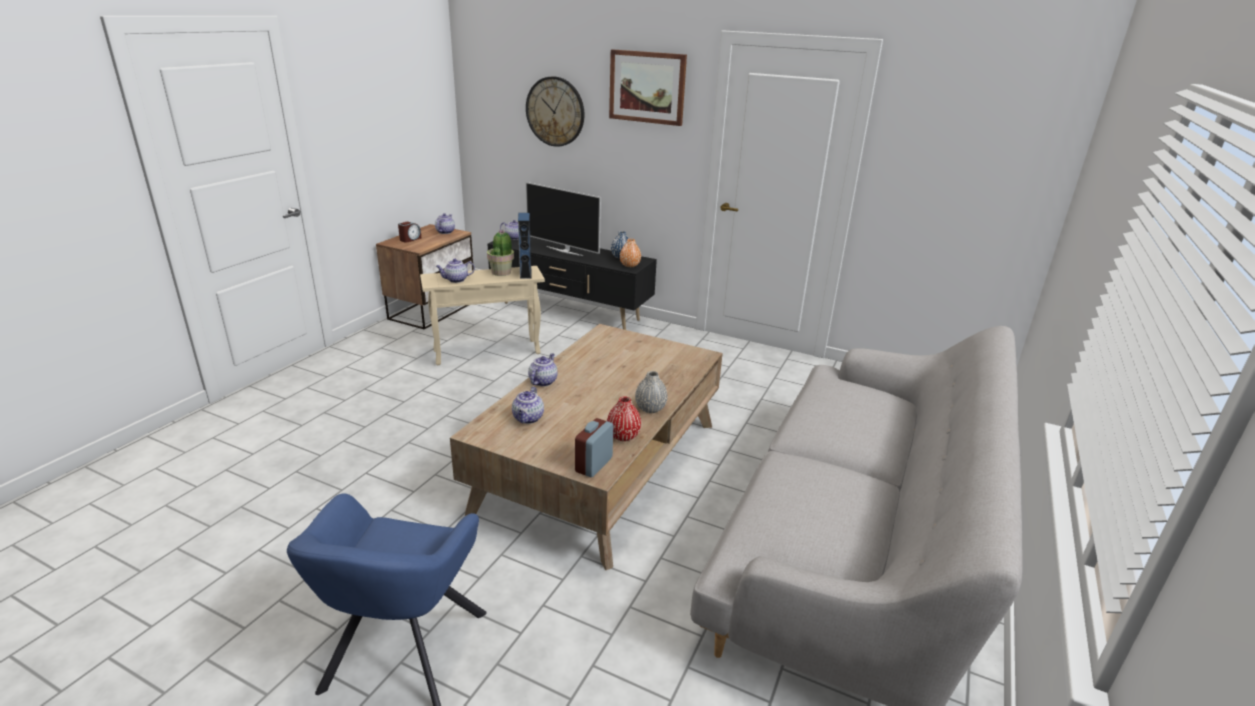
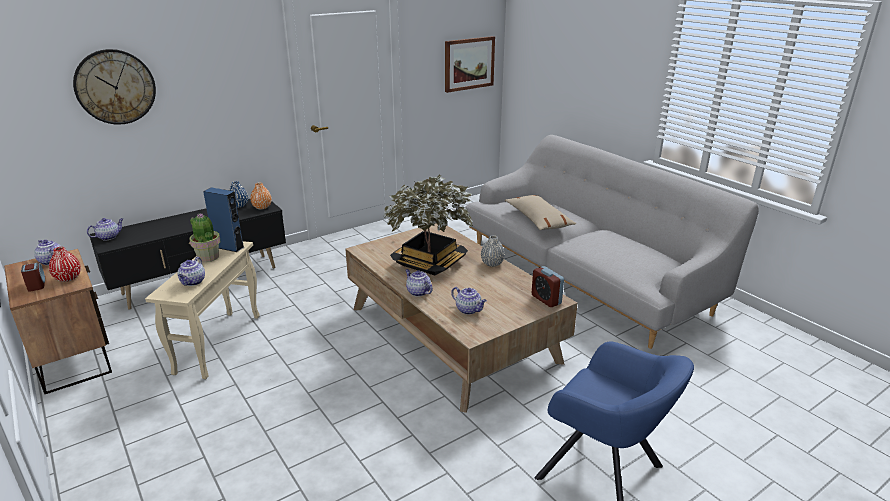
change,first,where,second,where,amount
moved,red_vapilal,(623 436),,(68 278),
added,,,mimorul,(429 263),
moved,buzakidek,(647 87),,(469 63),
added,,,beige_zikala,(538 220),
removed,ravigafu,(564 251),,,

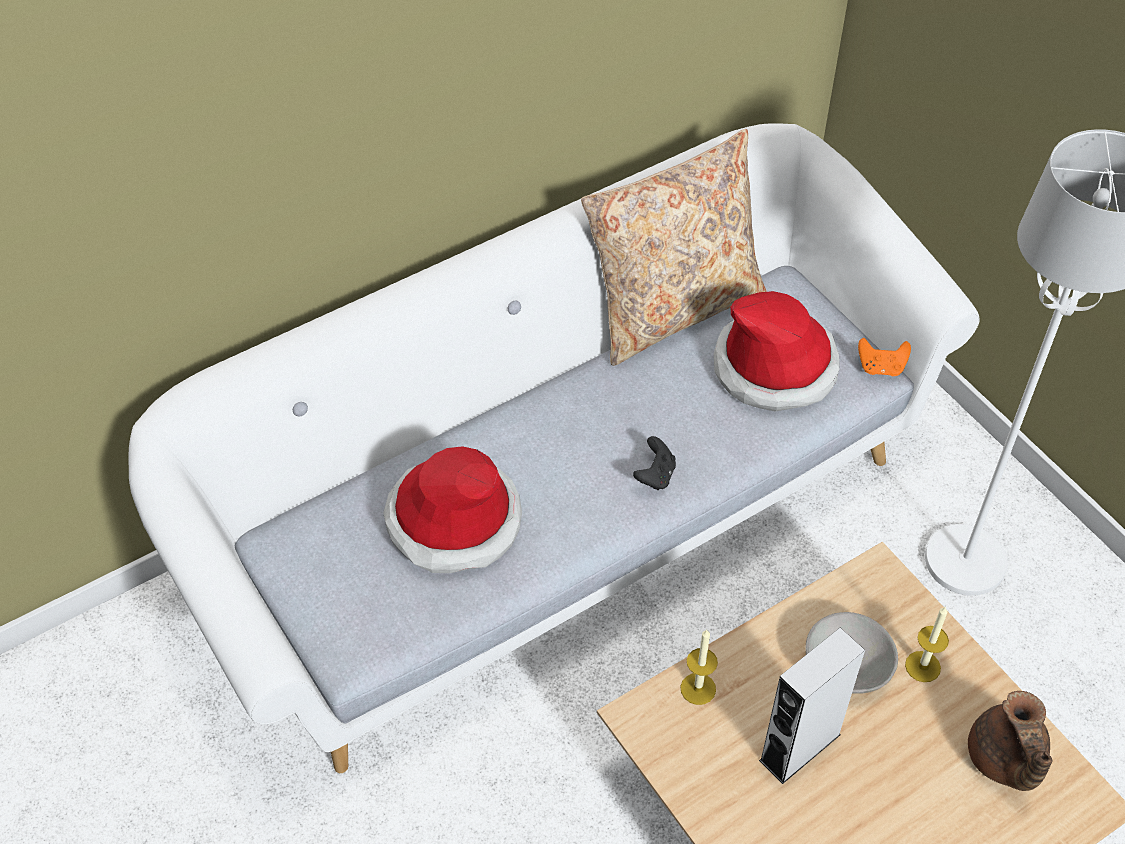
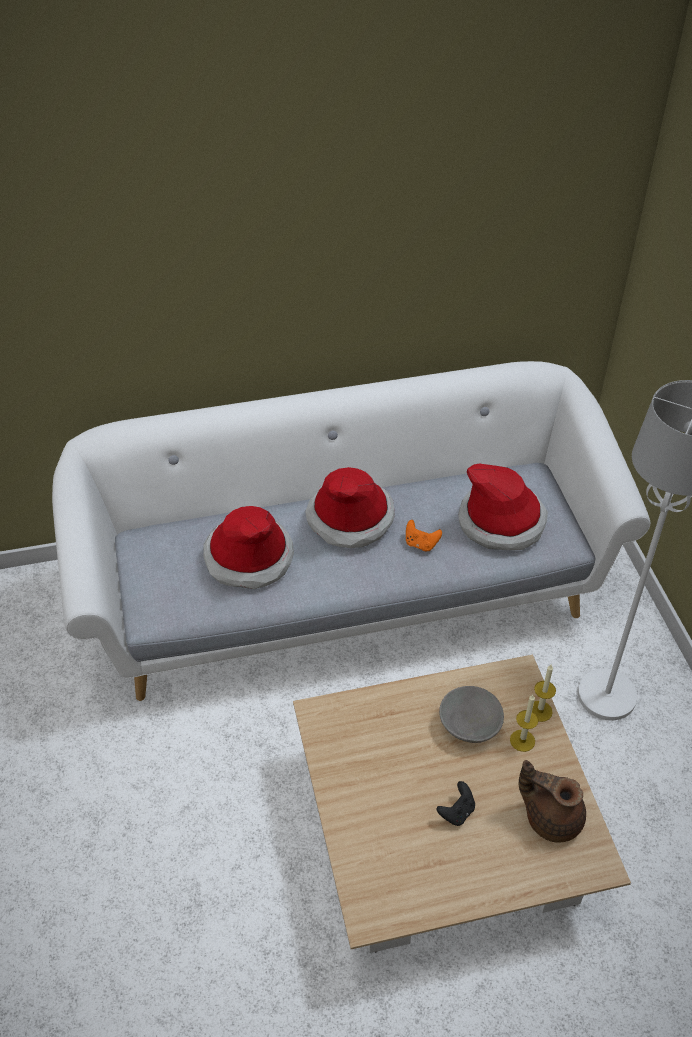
change,first,where,second,where,amount
added,,,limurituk,(350 518),
moved,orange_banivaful,(881 368),,(421 544),
moved,black_banivaful,(655 475),,(457 812),
turned,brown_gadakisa,(1004 760),,(551 817),105 degrees clockwise
moved,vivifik,(698 688),,(540 711),
removed,beige_zikala,(673 309),,,
removed,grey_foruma,(799 747),,,

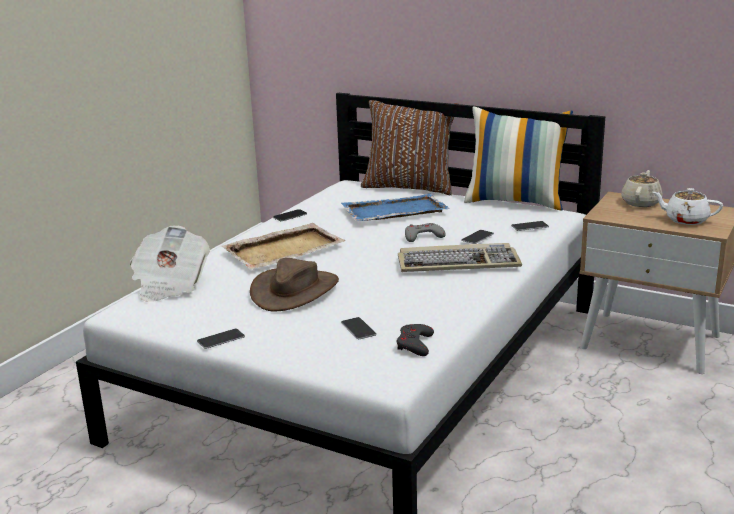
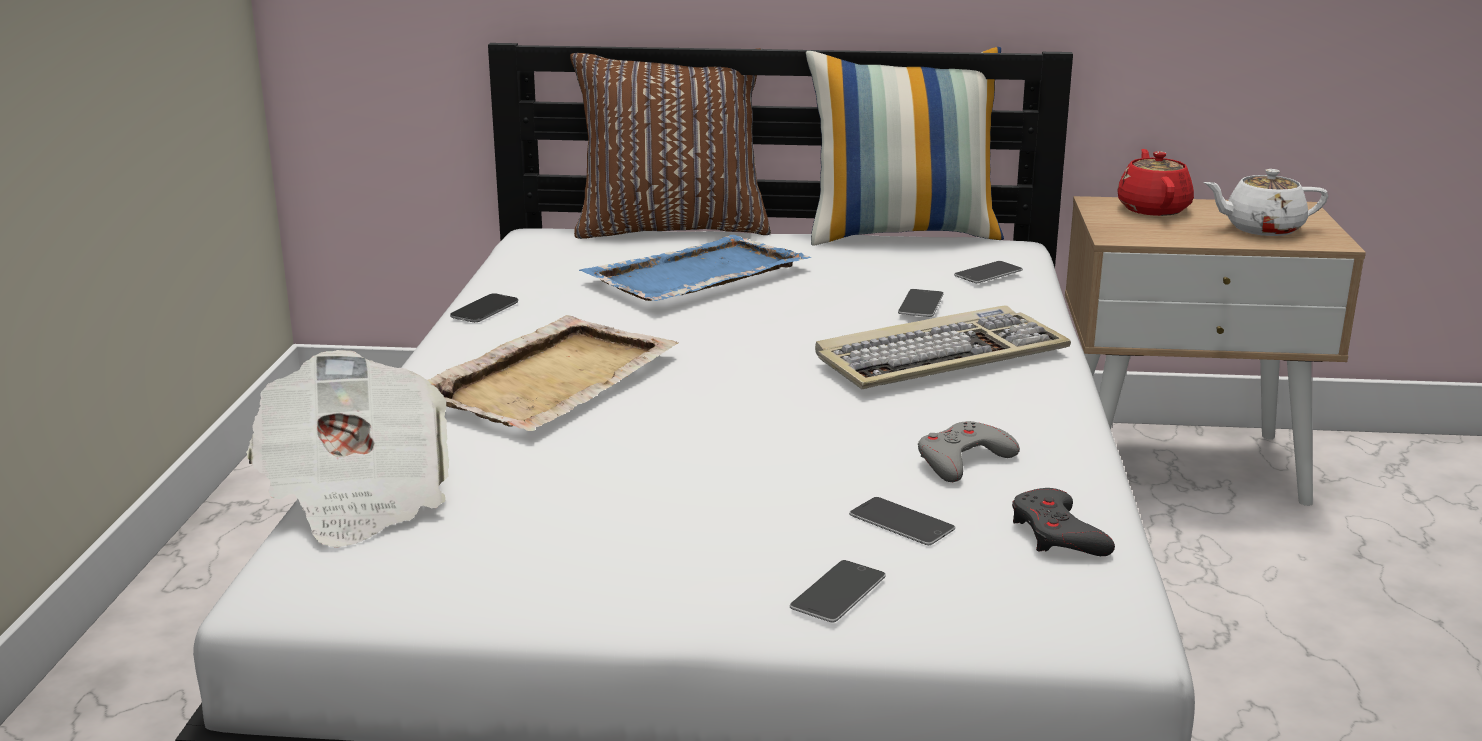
change,first,where,second,where,amount
moved,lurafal,(221 339),,(838 591),
moved,grey_banivaful,(423 236),,(962 460),
recoloured,beige_gadakisa,(641 202),red_gadakisa,(1153 208),
removed,brown_limurituk,(294 290),,,

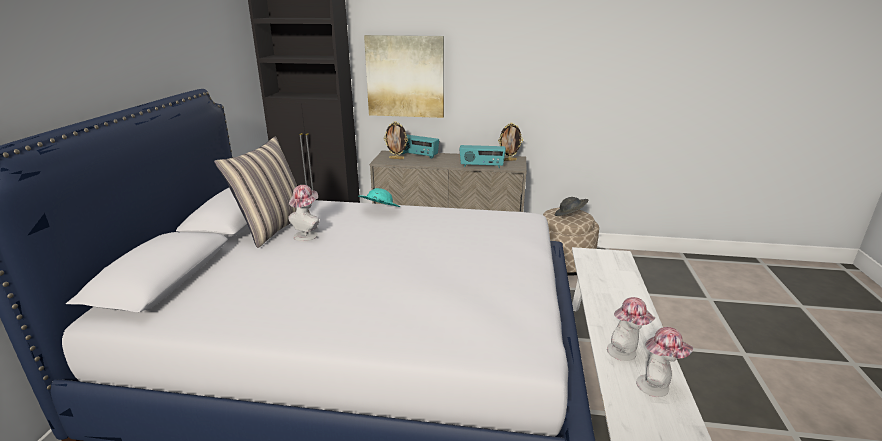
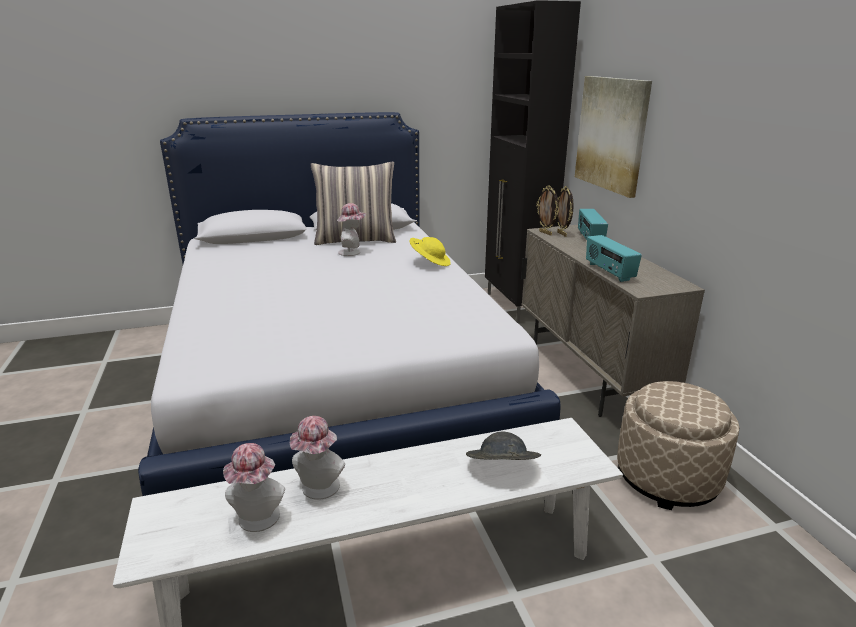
change,first,where,second,where,amount
recoloured,turquoise_limurituk,(379 211),yellow_limurituk,(430 262),
moved,grey_limurituk,(570 215),,(501 469),
moved,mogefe,(509 160),,(546 233),

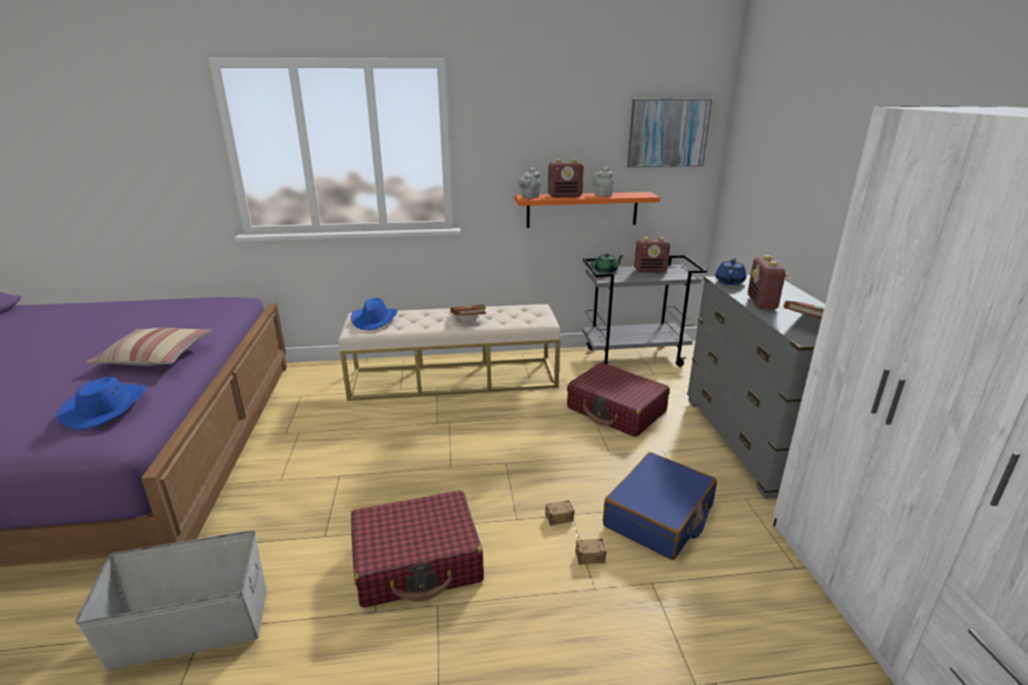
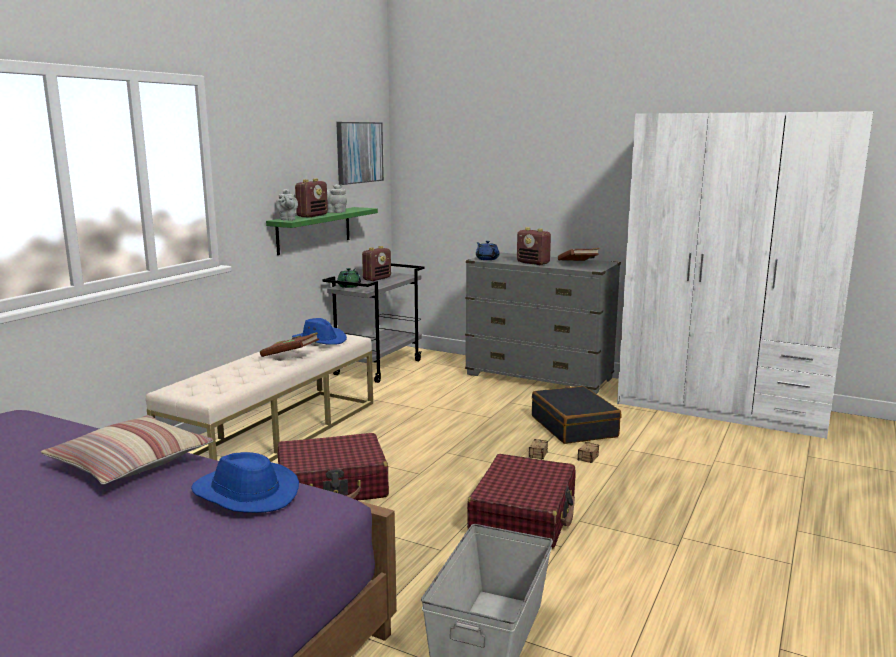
change,first,where,second,where,amount
recoloured,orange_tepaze,(582 209),green_tepaze,(314 230),
moved,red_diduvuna,(616 410),,(333 486),
moved,blue_limurituk,(374 320),,(320 340),
recoloured,blue_diduvuna,(659 516),black_diduvuna,(574 427),

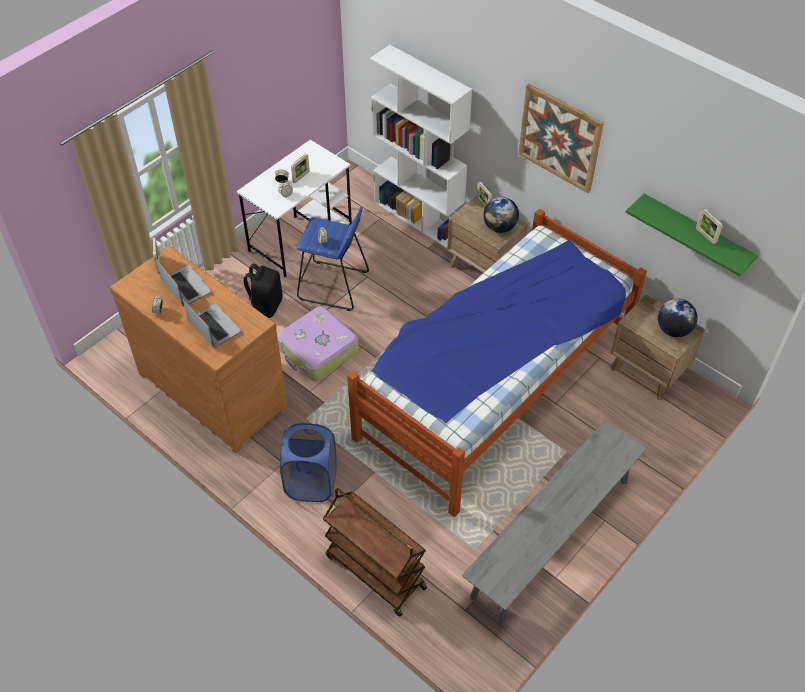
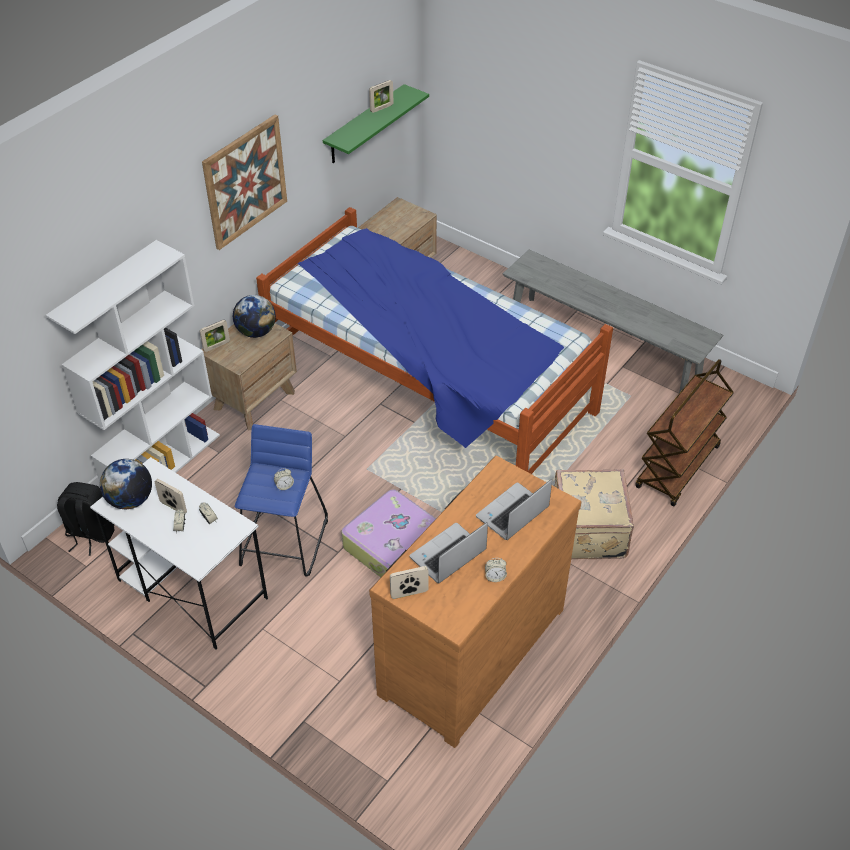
change,first,where,second,where,amount
moved,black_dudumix,(265 306),,(90 534),
moved,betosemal,(673 330),,(130 500),
replaced,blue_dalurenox,(311 483),beige_diduvuna,(587 531),

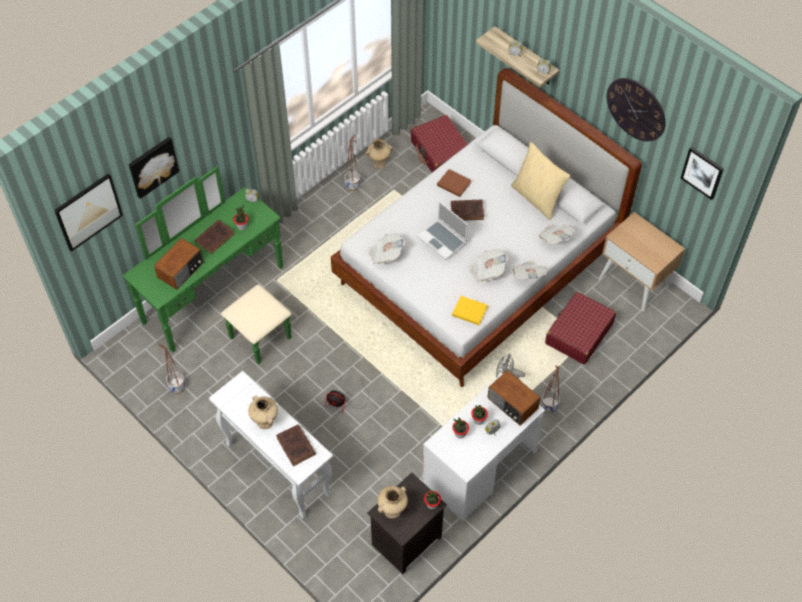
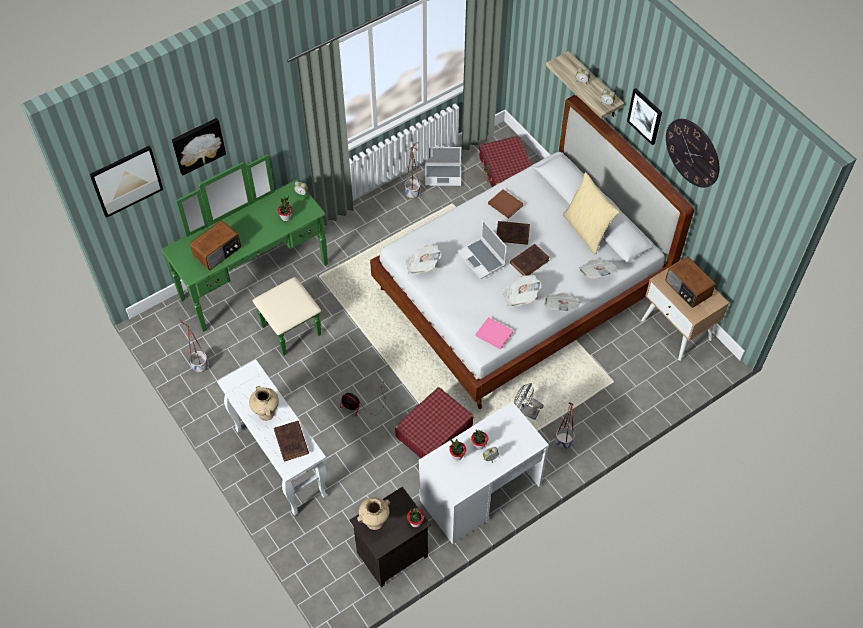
change,first,where,second,where,amount
moved,red_diduvuna,(578 333),,(433 431),
replaced,beige_vapilal,(379 163),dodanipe,(443 175),
recoloured,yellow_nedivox,(468 311),pink_nedivox,(493 333),
moved,brown_nedivox,(215 237),,(530 261),
moved,buzakidek,(702 172),,(645 116),
moved,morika,(512 404),,(687 289),

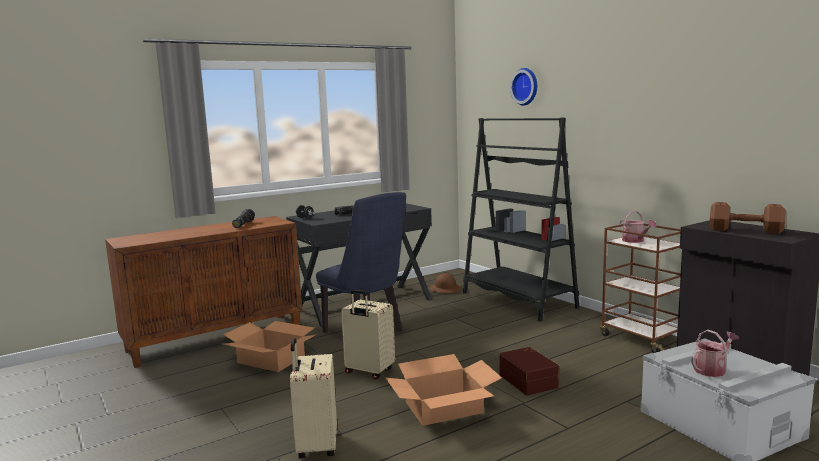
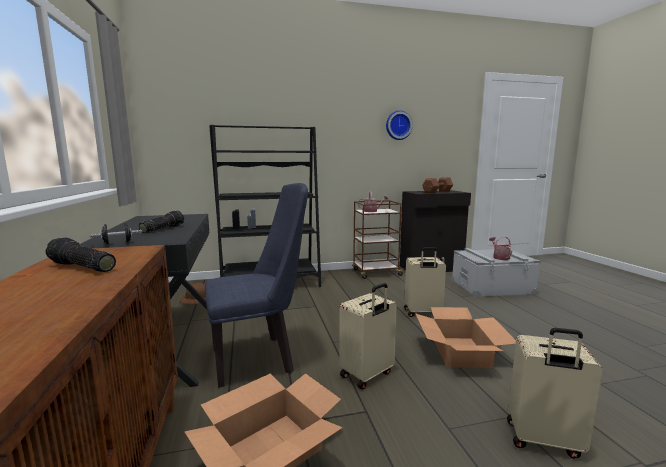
change,first,where,second,where,amount
moved,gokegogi,(526 86),,(398 125),
replaced,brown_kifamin,(529 380),beige_diduvuna,(422 313),

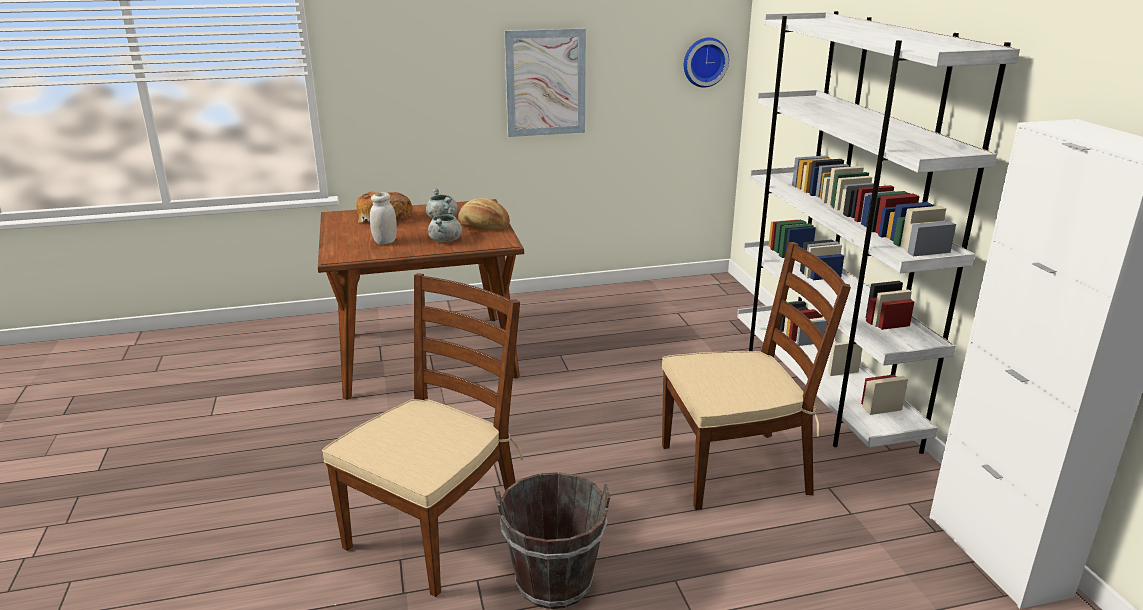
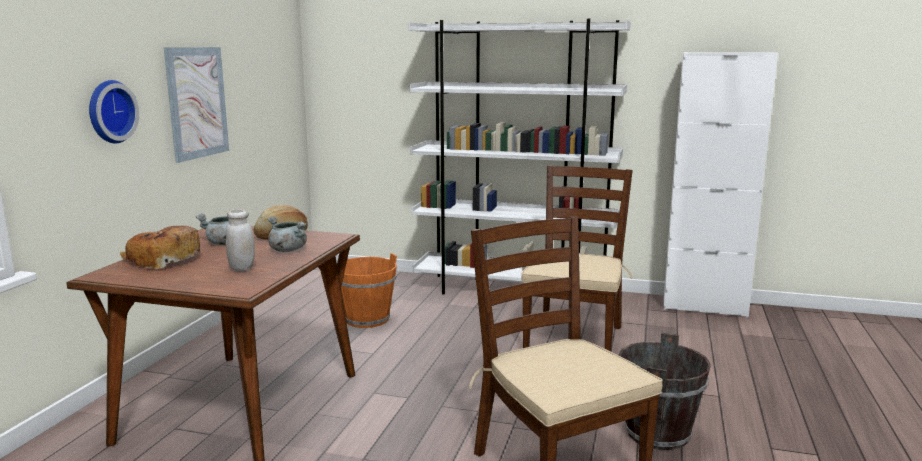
change,first,where,second,where,amount
moved,gokegogi,(704 62),,(109 111),
added,,,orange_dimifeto,(367 319),

